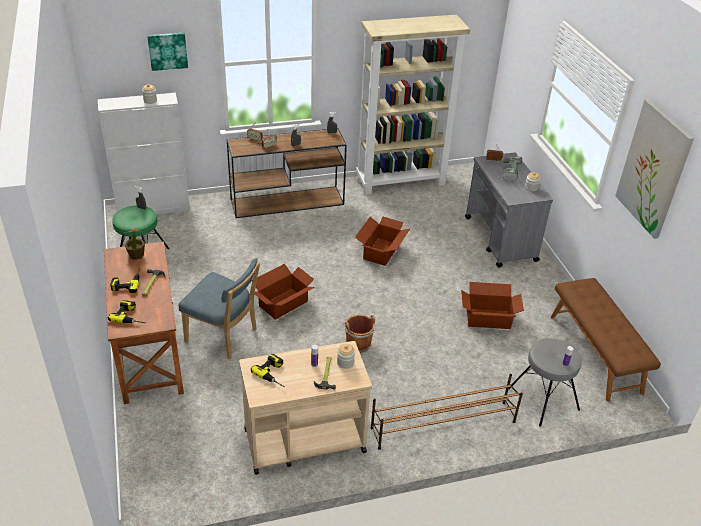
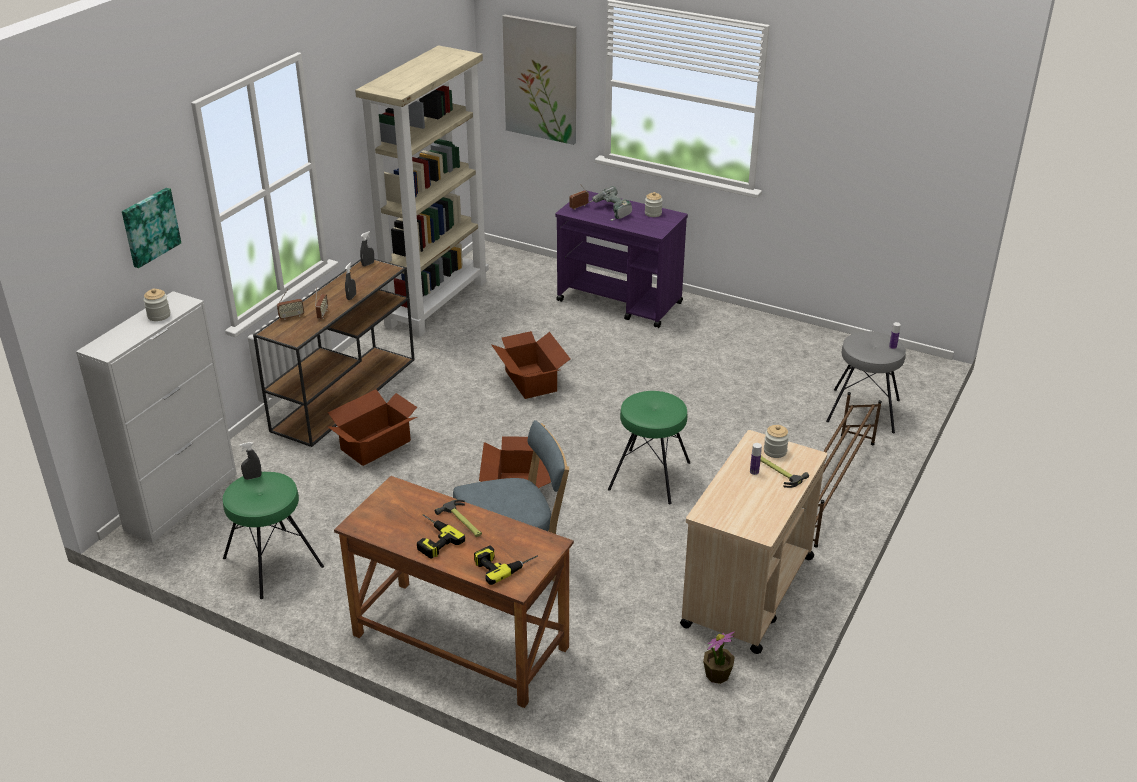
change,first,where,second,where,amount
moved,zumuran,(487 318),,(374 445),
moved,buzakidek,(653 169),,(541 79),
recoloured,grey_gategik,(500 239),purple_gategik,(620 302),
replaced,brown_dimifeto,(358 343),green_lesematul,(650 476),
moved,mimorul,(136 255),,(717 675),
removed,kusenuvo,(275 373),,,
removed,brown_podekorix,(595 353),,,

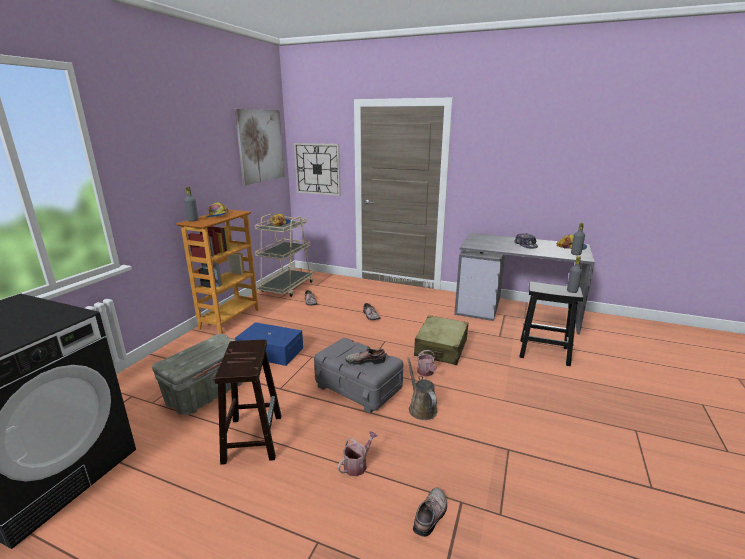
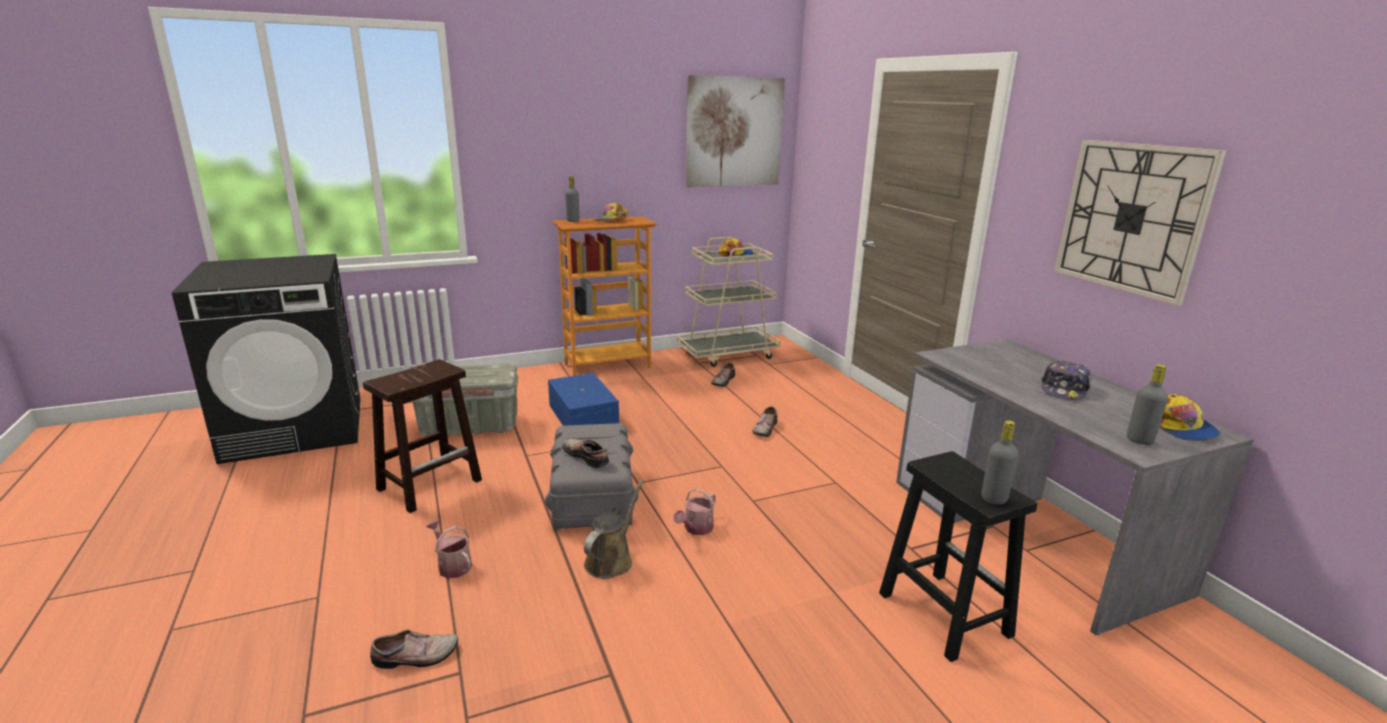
change,first,where,second,where,amount
turned,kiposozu,(357 465),,(452 565),135 degrees counterclockwise
moved,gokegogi,(317 169),,(1131 218),
removed,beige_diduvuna,(441 348),,,

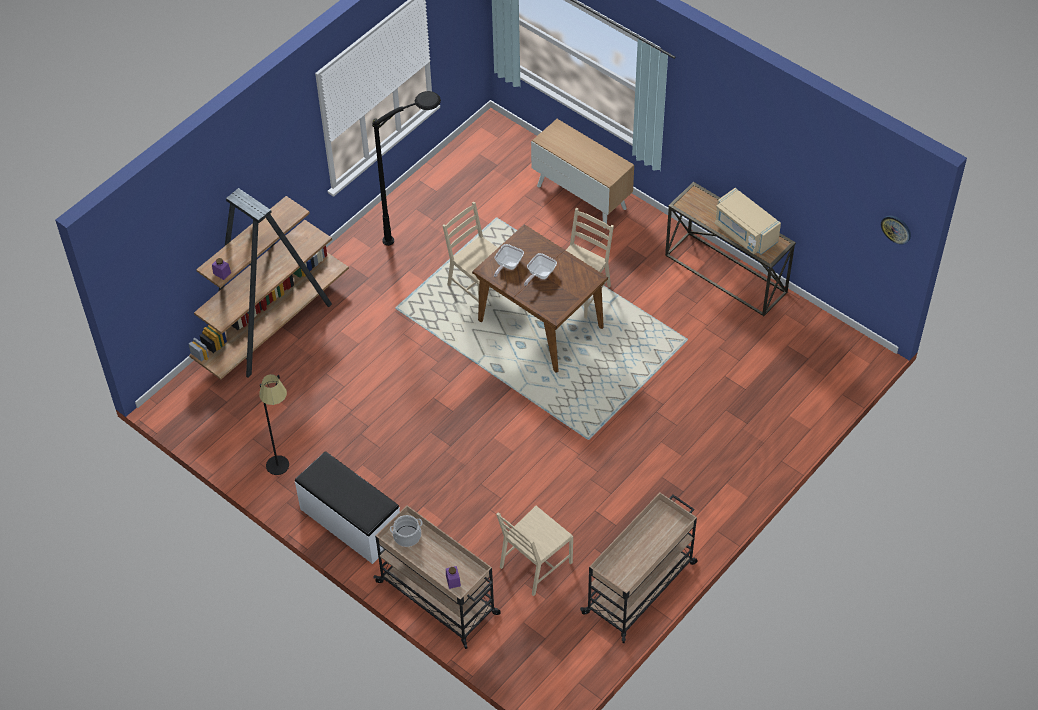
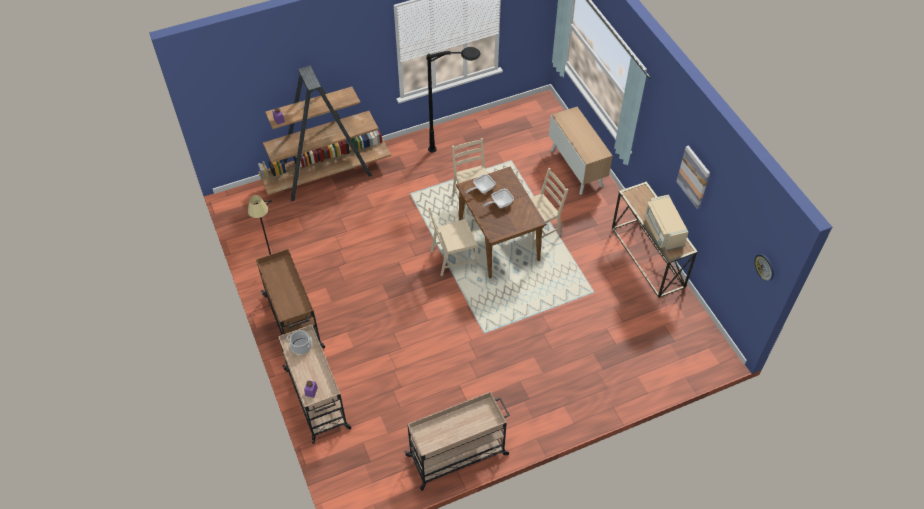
change,first,where,second,where,amount
replaced,white_podekorix,(350 522),brown_gategik,(294 322),
moved,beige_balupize,(535 565),,(453 258),
added,,,buzakidek,(694 176),

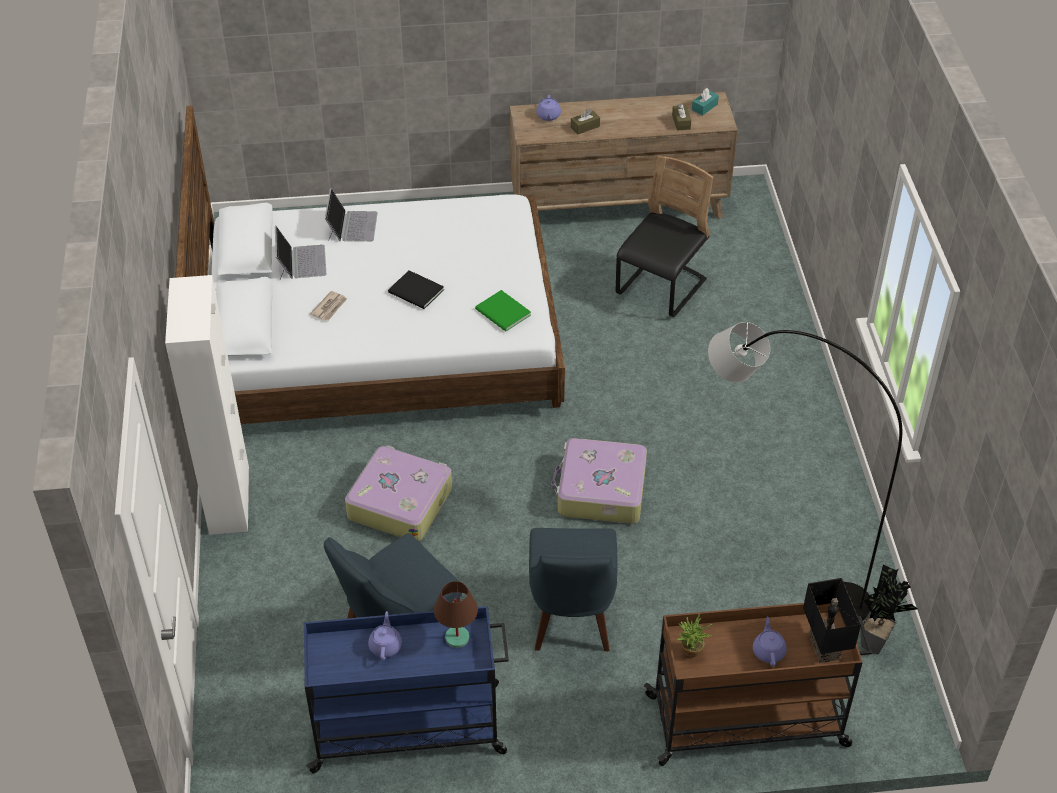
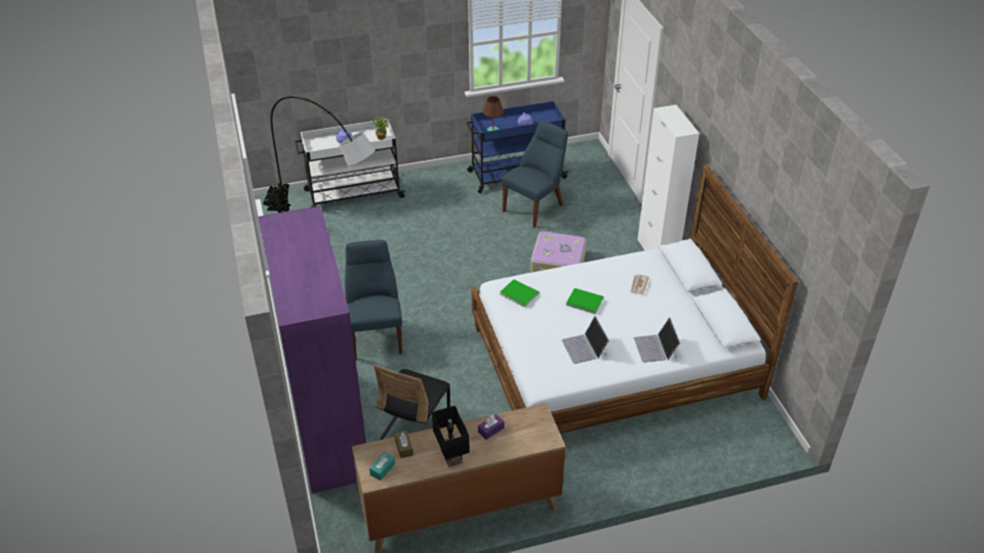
change,first,where,second,where,amount
added,,,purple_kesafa,(328 427),
recoloured,brown_gategik,(749 721),white_gategik,(353 194),
moved,blue_balupize,(571 618),,(376 335),
moved,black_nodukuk,(826 647),,(450 456),
recoloured,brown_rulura,(585 127),purple_rulura,(491 430),
moved,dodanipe,(301 261),,(584 348),
recoloured,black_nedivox,(416 292),green_nedivox,(584 301),
removed,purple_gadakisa,(548 116),,,
removed,diduvuna,(600 491),,,

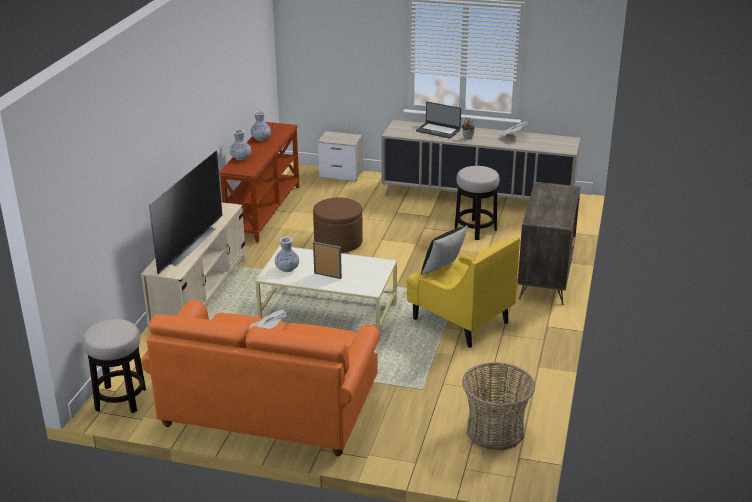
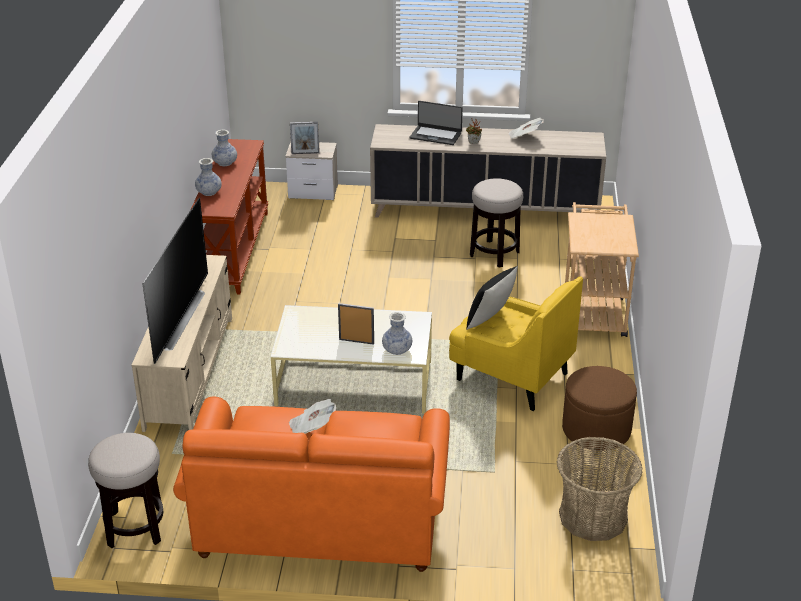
change,first,where,second,where,amount
added,,,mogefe,(305 153),
moved,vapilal,(287 268),,(397 350),
moved,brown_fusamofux,(338 242),,(596 429),
replaced,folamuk,(545 278),beige_gategik,(593 311),

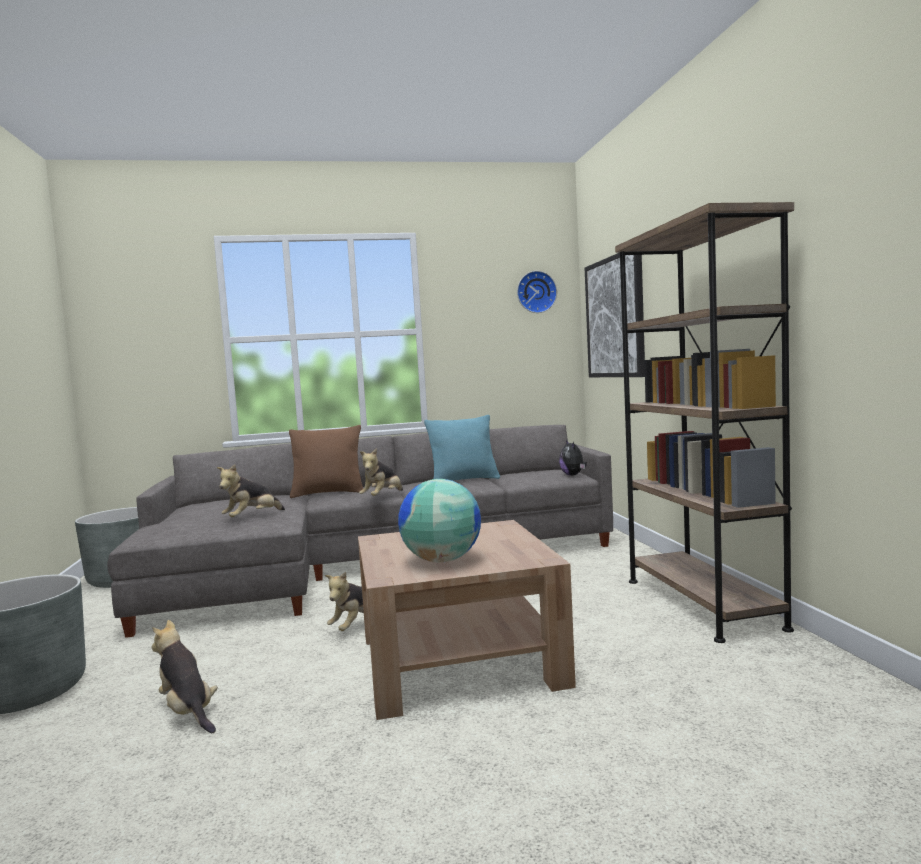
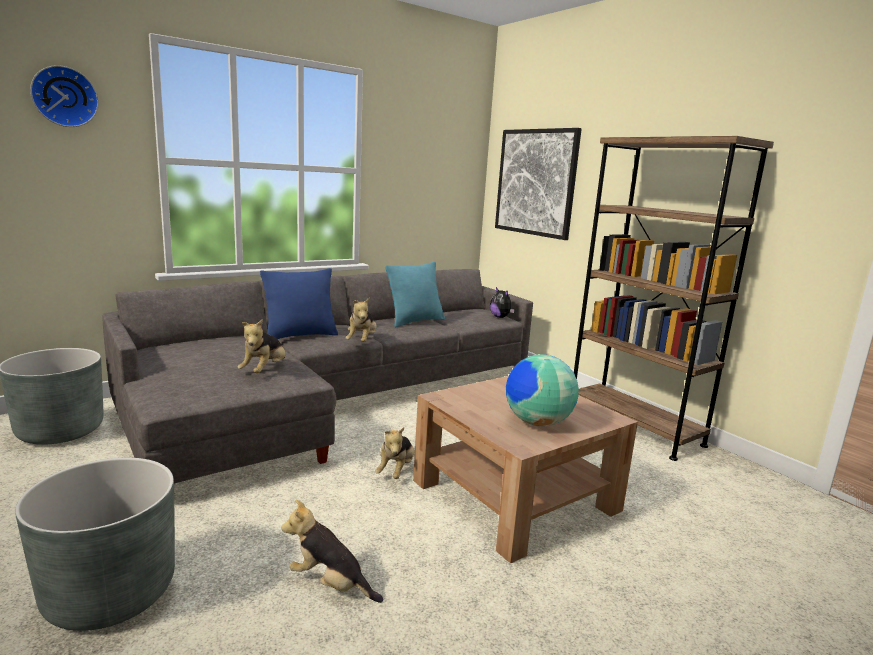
change,first,where,second,where,amount
moved,gokegogi,(536 292),,(65 97),
recoloured,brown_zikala,(328 493),blue_zikala,(300 335),

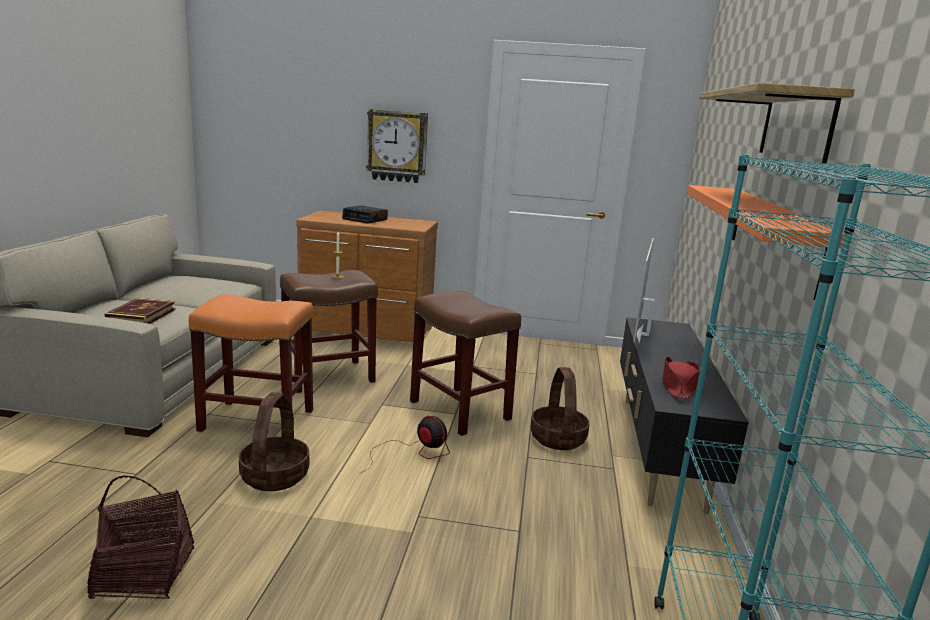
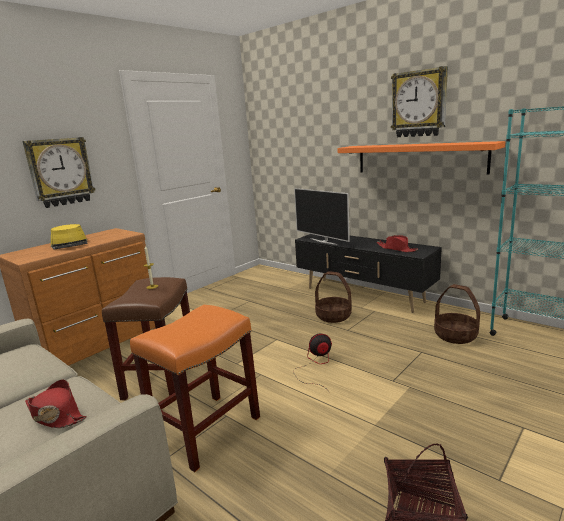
change,first,where,second,where,amount
replaced,nedivox,(141 316),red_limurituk,(55 415),
replaced,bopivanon,(365 219),yellow_limurituk,(70 244),
replaced,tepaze,(795 126),gokegogi,(419 104),
moved,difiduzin,(275 476),,(456 335),
removed,brown_lesematul,(461 410),,,

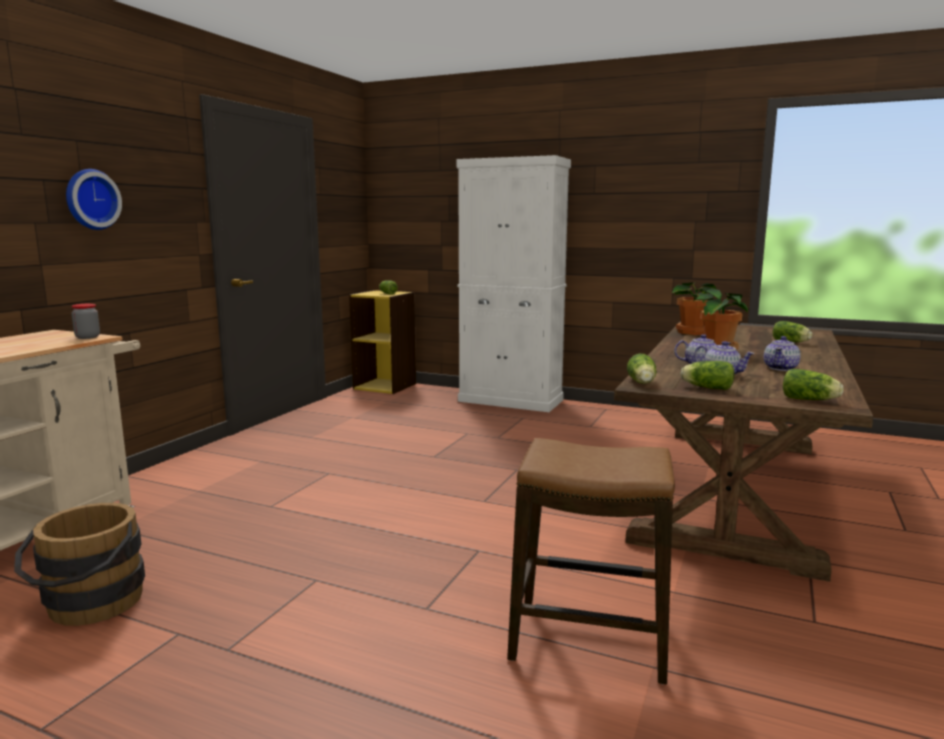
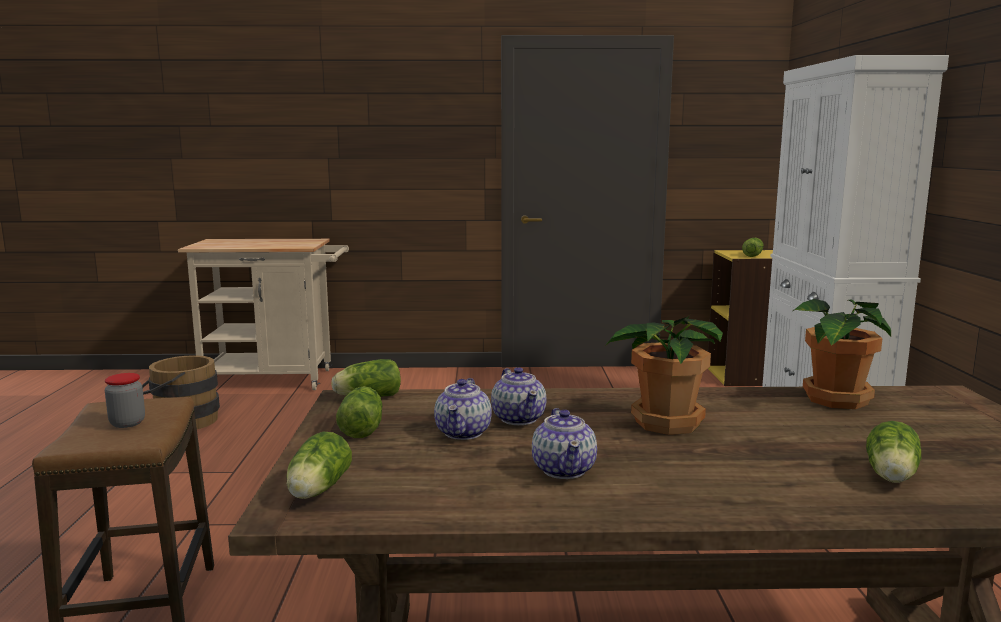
change,first,where,second,where,amount
moved,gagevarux,(87 337),,(127 423),
turned,gadakisa,(781 368),,(564 469),105 degrees counterclockwise
removed,gokegogi,(90 199),,,

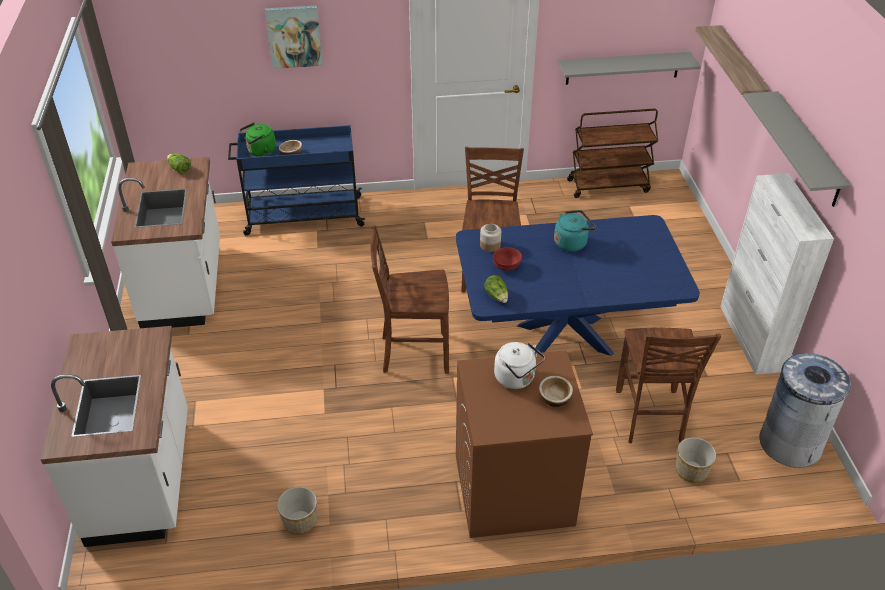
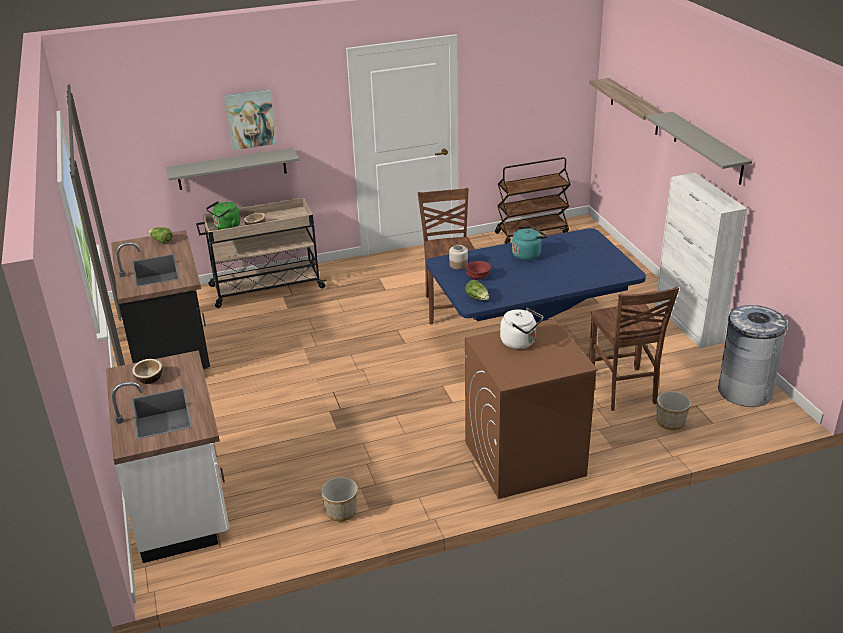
change,first,where,second,where,amount
recoloured,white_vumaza,(185 285),black_vumaza,(172 352),
moved,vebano,(554 398),,(149 378),
moved,grey_tepaze,(622 68),,(232 169),
recoloured,blue_gategik,(302 216),beige_gategik,(265 287),
removed,brown_balupize,(413 353),,,

